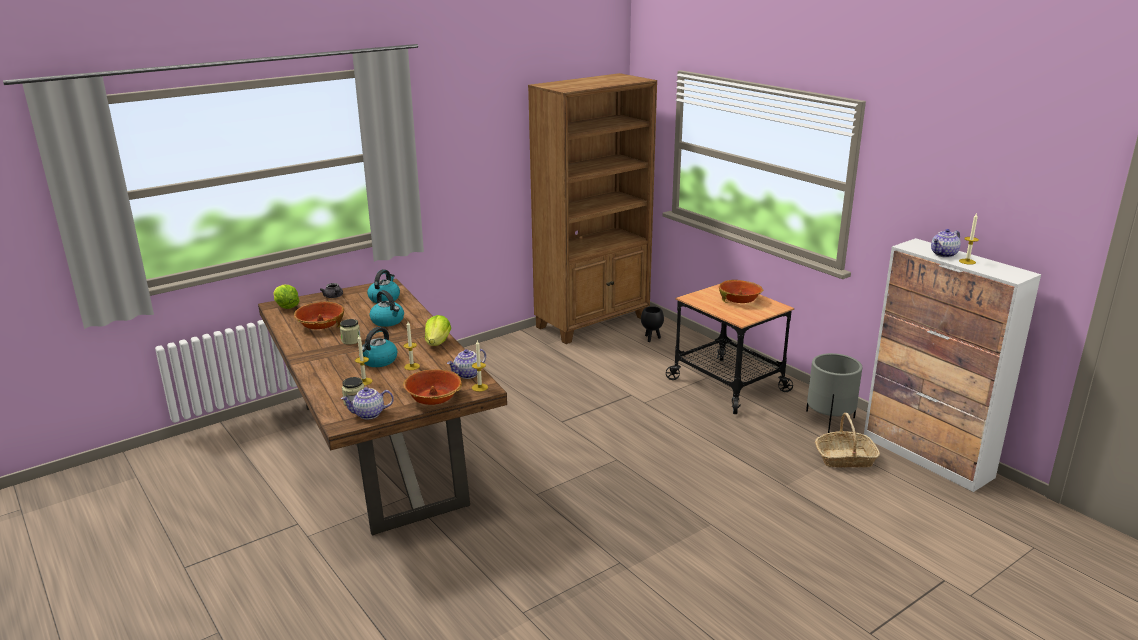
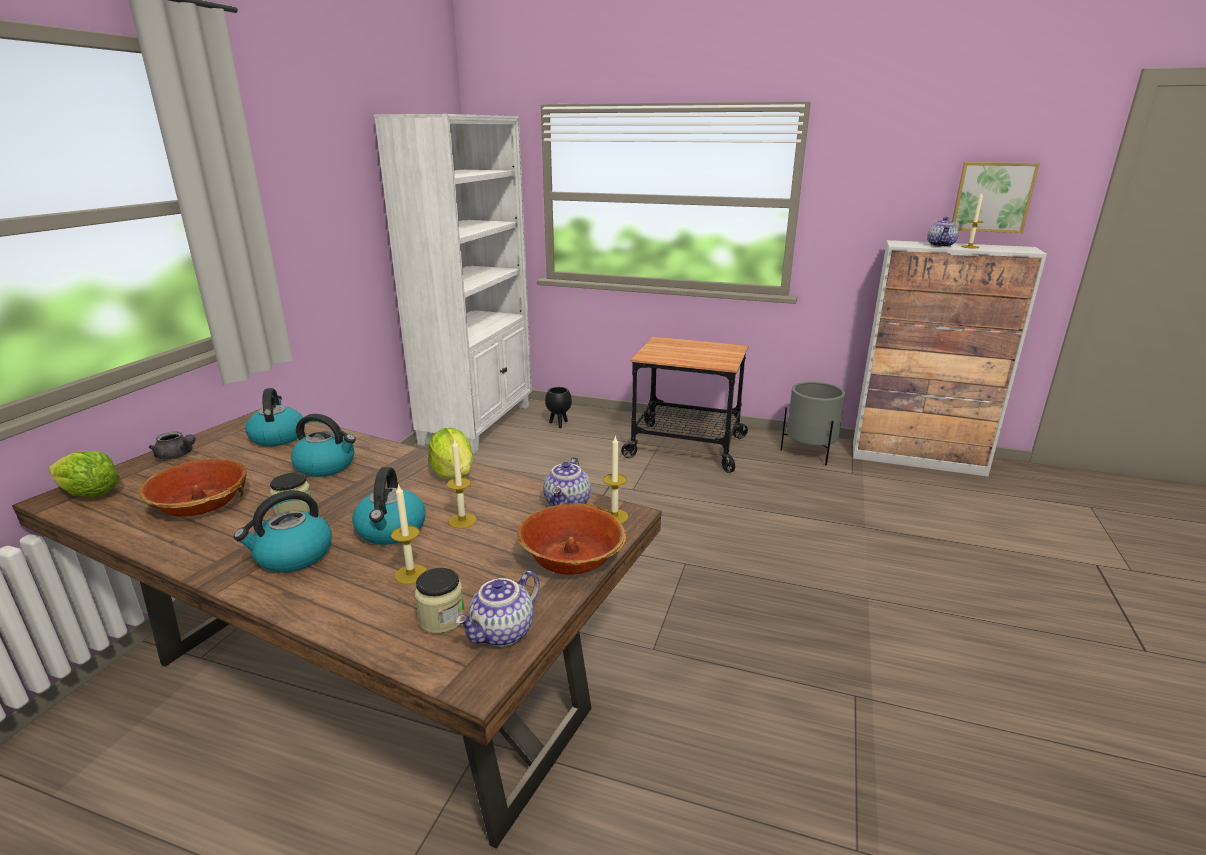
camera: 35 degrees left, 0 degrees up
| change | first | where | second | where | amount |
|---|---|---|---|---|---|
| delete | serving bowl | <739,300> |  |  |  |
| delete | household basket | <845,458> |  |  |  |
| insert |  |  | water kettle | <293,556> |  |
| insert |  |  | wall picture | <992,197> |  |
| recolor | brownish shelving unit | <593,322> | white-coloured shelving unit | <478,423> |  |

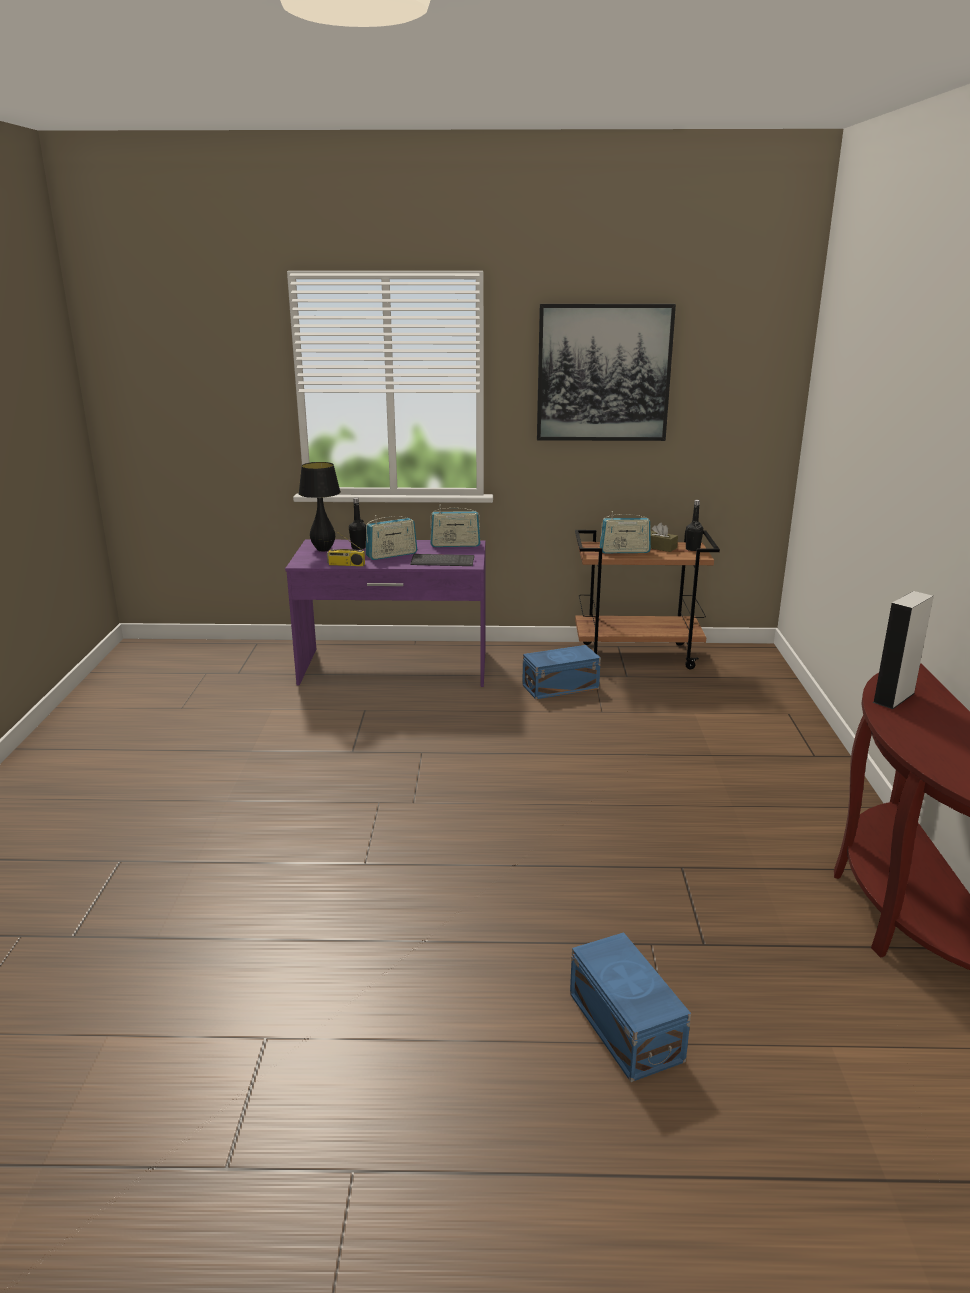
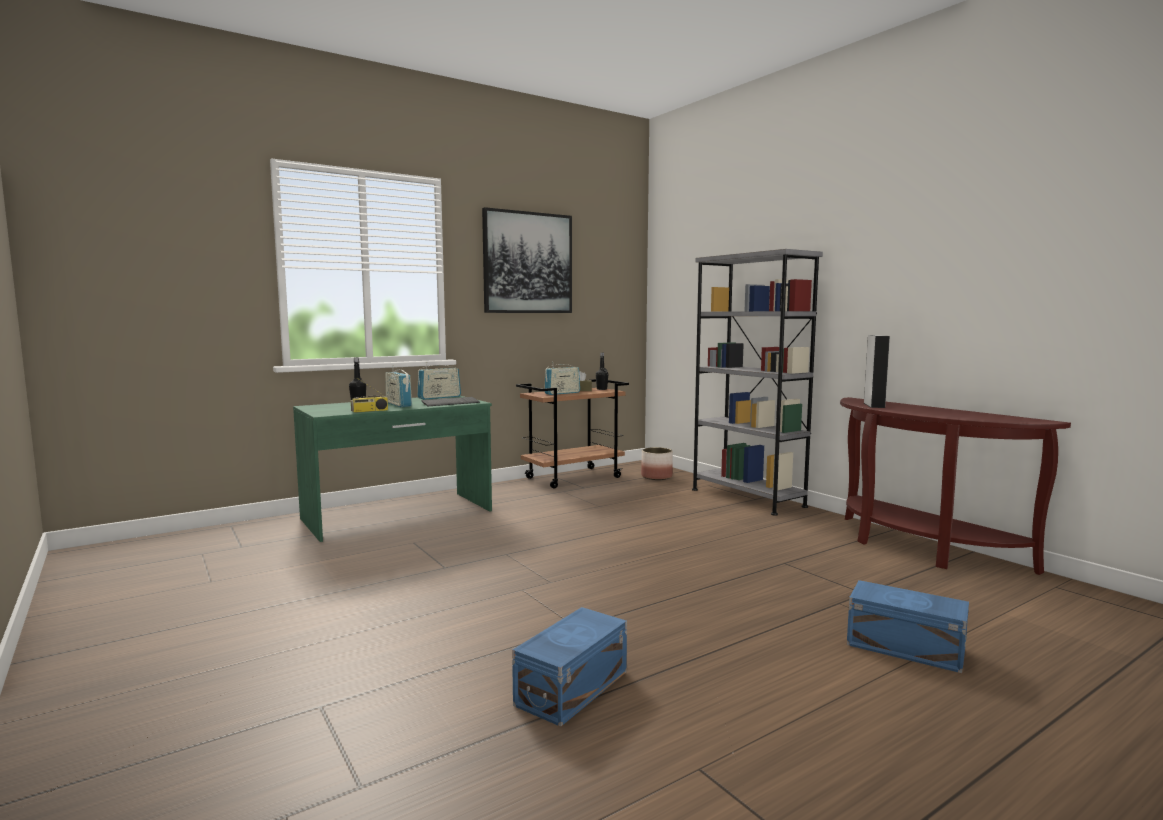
camera: 35 degrees left, 15 degrees down
| change | first | where | second | where | amount |
|---|---|---|---|---|---|
| delete | black table lamp | <323,550> |  |  |  |
| insert |  |  | planter | <657,477> |  |
| insert |  |  | grey shelving unit | <747,498> |  |
| move | blue storage bin | <559,686> |  | <569,688> |  |
| recolor | purple-coloured desk | <394,668> | green desk | <398,515> |  |
| rotate | radio receiver | <391,555> |  | <398,404> | 120 degrees clockwise |

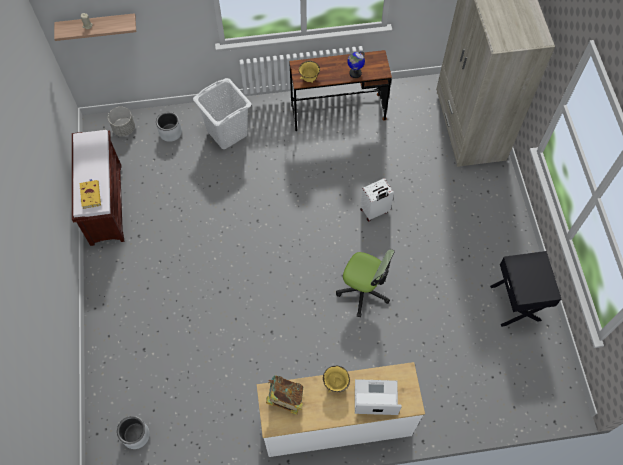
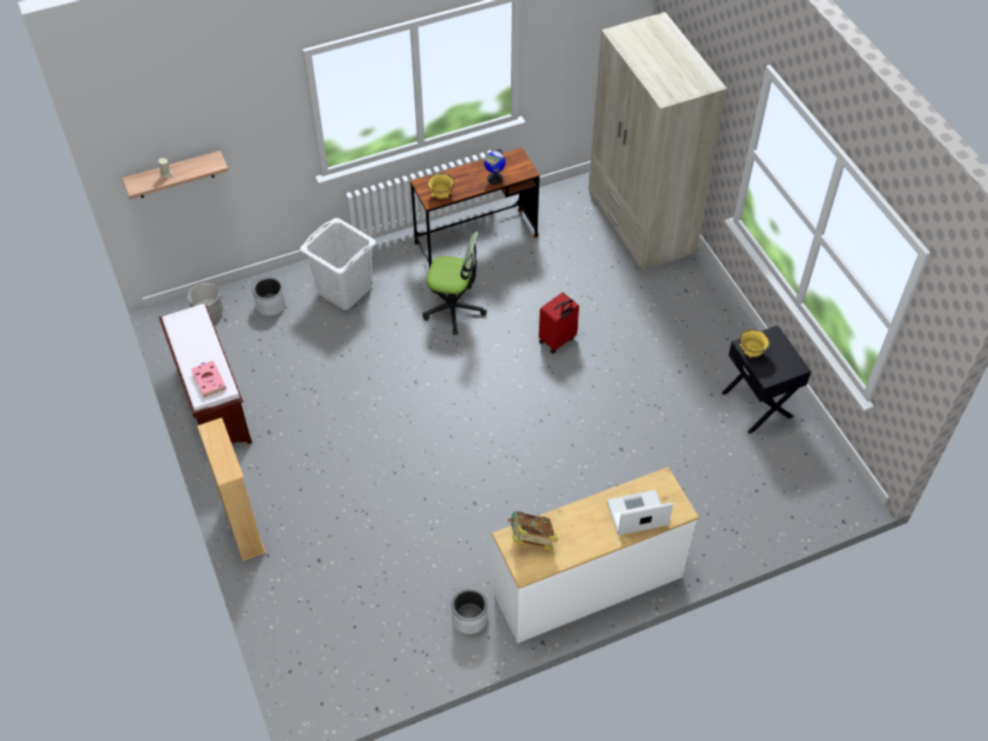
camera: 15 degrees left, 10 degrees down
| change | first | where | second | where | amount |
|---|---|---|---|---|---|
| insert |  |  | beige-coloured shelving unit | <243,528> |  |
| move | grey planter | <135,435> |  | <469,618> |  |
| move | yellowish serving bowl | <335,384> |  | <751,353> |  |
| move | computer chair | <363,290> |  | <454,309> |  |
| recolor | yellowish bound book | <90,194> | pink-coloured bound book | <208,380> |  |
| recolor | white-coloured travel case | <375,211> | red-coloured travel case | <557,340> |  |

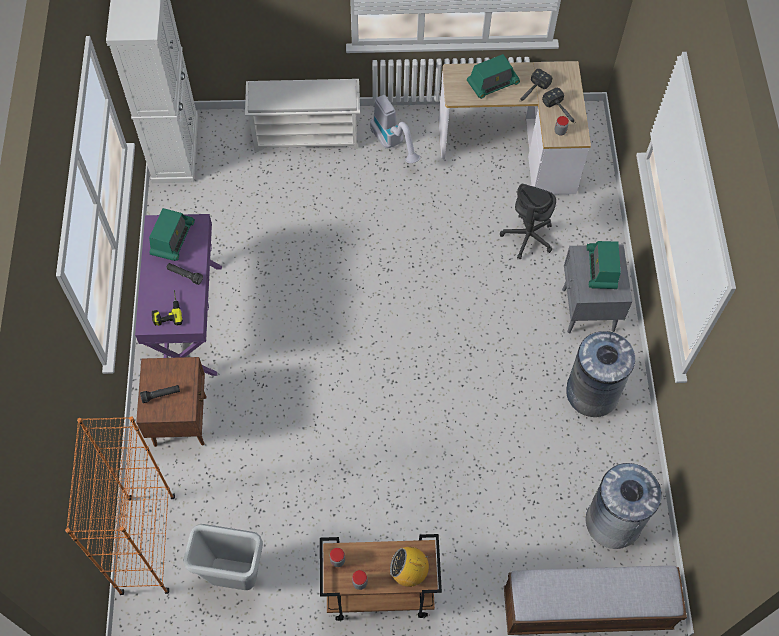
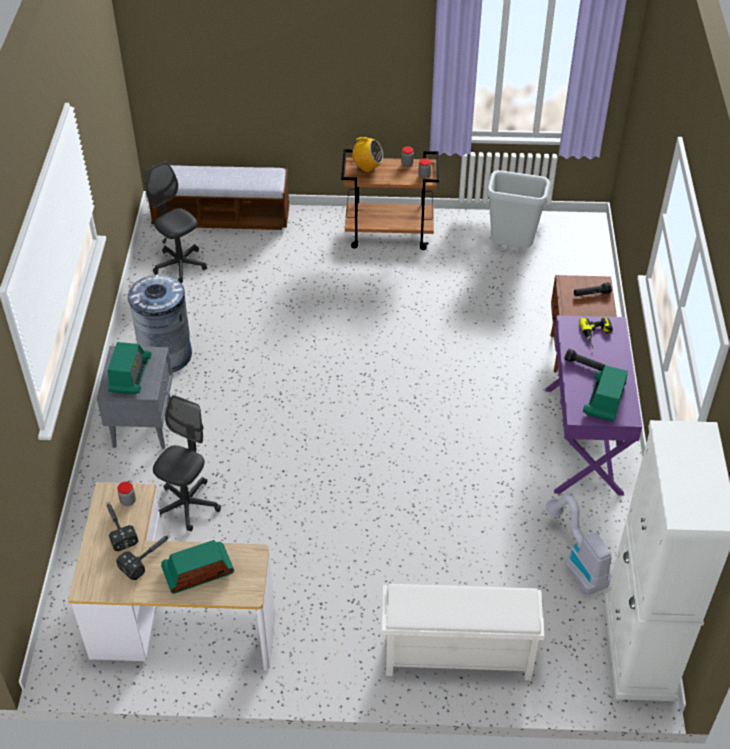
camera: 175 degrees left, 15 degrees down
| change | first | where | second | where | amount |
|---|---|---|---|---|---|
| delete | orangey shelving unit | <148,545> |  |  |  |
| move | hoover | <393,144> |  | <577,562> |  |
| replace | grey waste bin | <613,521> | grey computer chair | <180,265> |  |

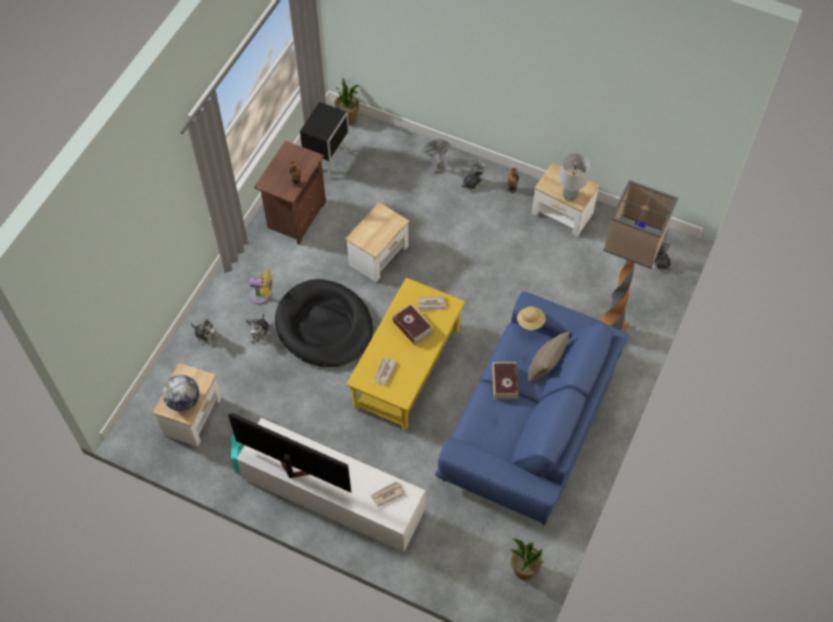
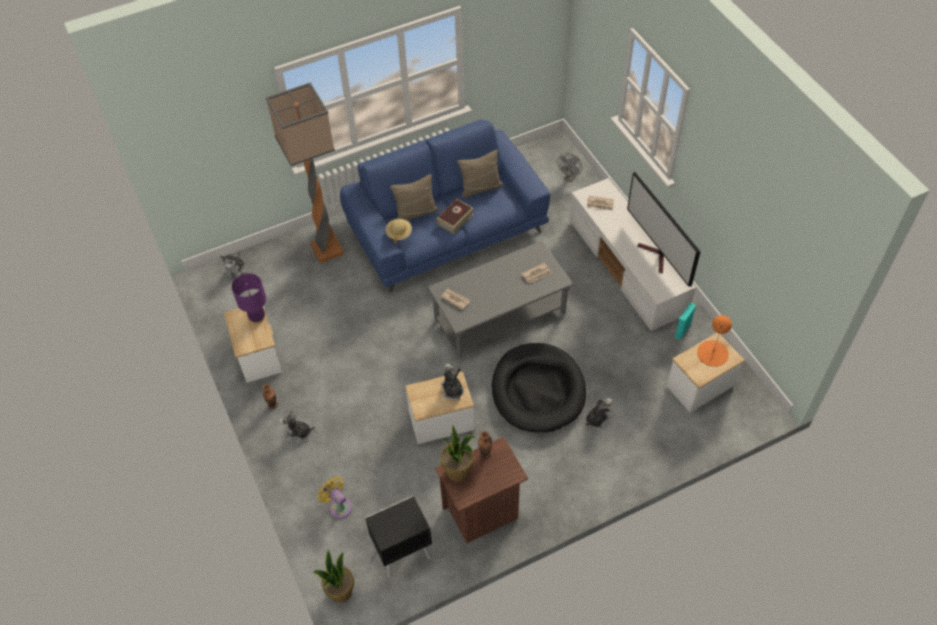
camera: 140 degrees left, 5 degrees down
| change | first | where | second | where | amount |
|---|---|---|---|---|---|
| delete | bound book | <412,327> |  |  |  |
| insert |  |  | beige-coloured cushion | <480,188> |  |
| move | cuddly toy | <207,336> |  | <452,390> |  |
| move | yellowish fan | <262,296> |  | <339,506> |  |
| move | grey fan | <436,164> |  | <570,177> |  |
| move | houseplant | <524,570> |  | <458,471> |  |
| replace | desk globe | <183,401> | orangey table lamp | <713,353> |  |
| recolor | yellowish lounge table | <407,368> | grey lounge table | <500,316> |  |
| recolor | grey table lamp | <569,196> | purple-coloured table lamp | <257,318> |  |

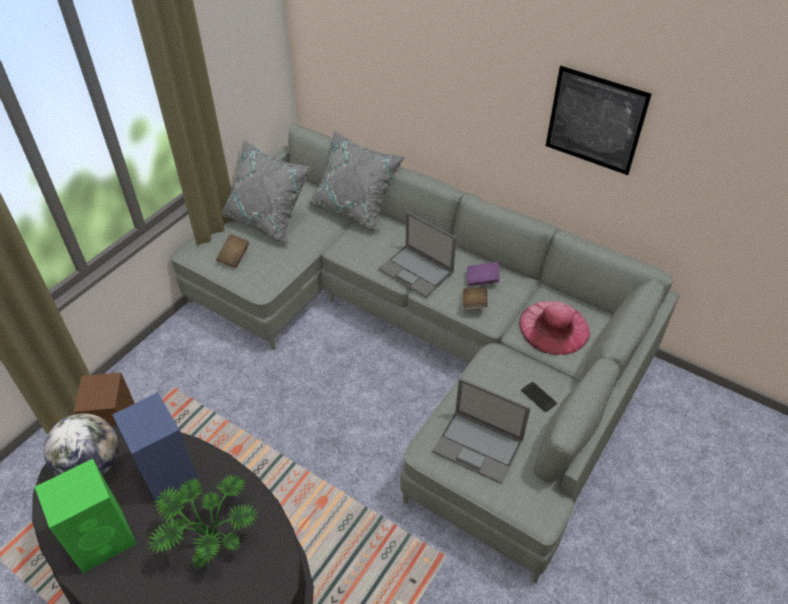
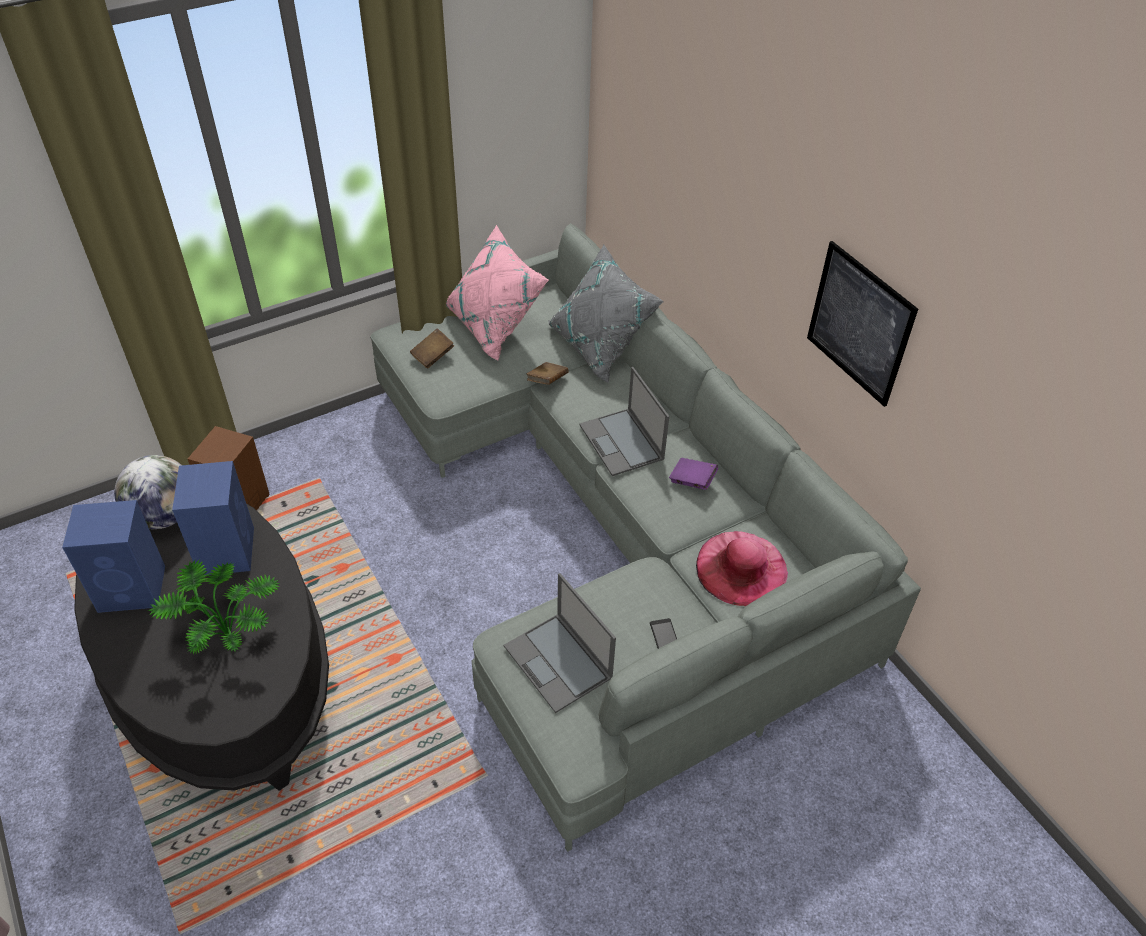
camera: 25 degrees right, 0 degrees up
| change | first | where | second | where | amount |
|---|---|---|---|---|---|
| move | brownish bound book | <474,304> |  | <547,381> |  |
| recolor | green speaker | <103,538> | blue speaker | <134,588> |  |
| recolor | grey cushion | <267,219> | pink-coloured cushion | <495,326> |  |

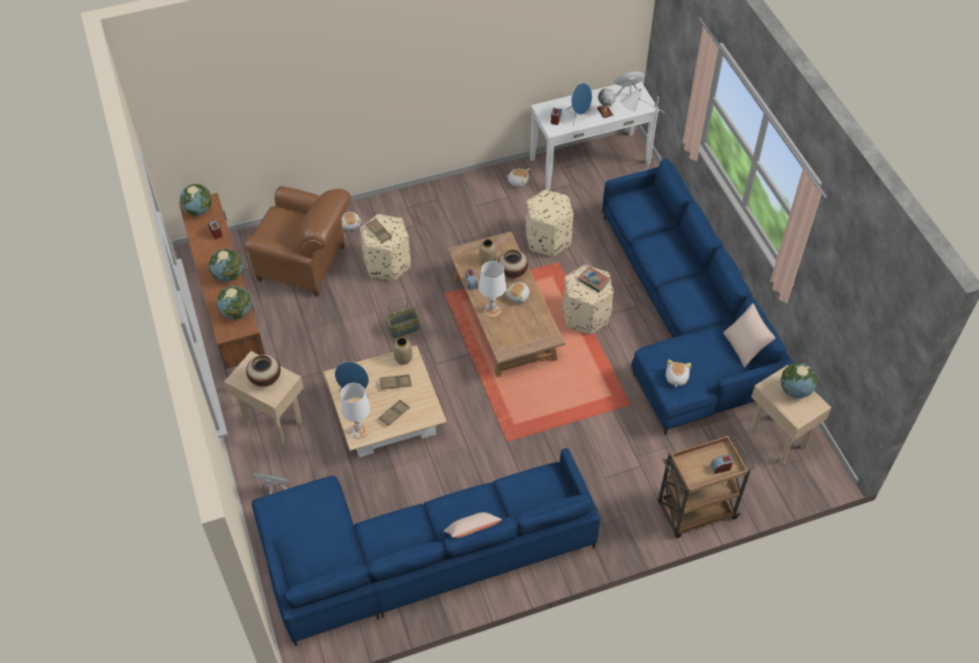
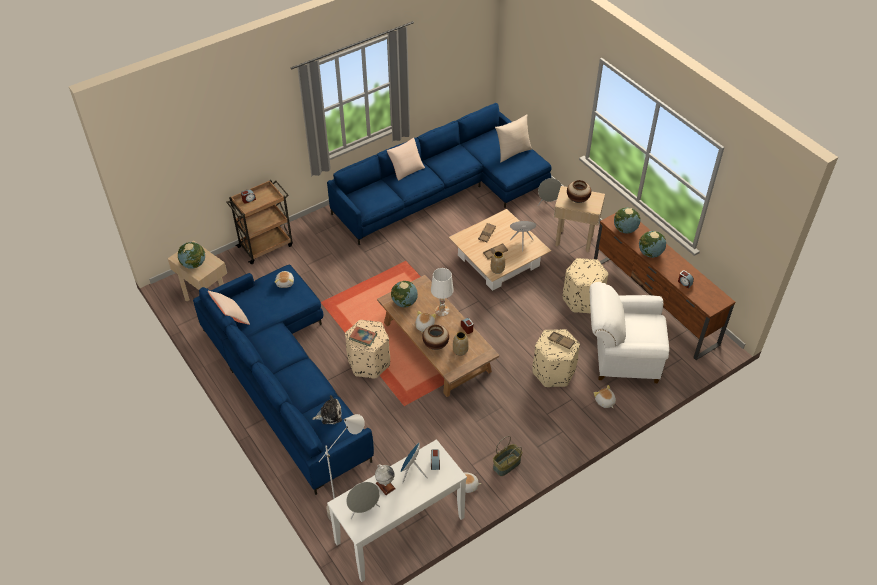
camera: 165 degrees right, 5 degrees down
| change | first | where | second | where | amount |
|---|---|---|---|---|---|
| delete | white-coloured table lamp | <358,430> |  |  |  |
| insert |  |  | cuddly toy | <329,414> |  |
| insert |  |  | beige-coloured cushion | <512,152> |  |
| move | desk globe | <198,210> |  | <404,303> |  |
| move | household basket | <404,328> |  | <506,465> |  |
| move | beige-coloured pouffe | <547,239> |  | <582,300> |  |
| recolor | brownish armchair | <306,264> | white-coloured armchair | <621,357> |  |

